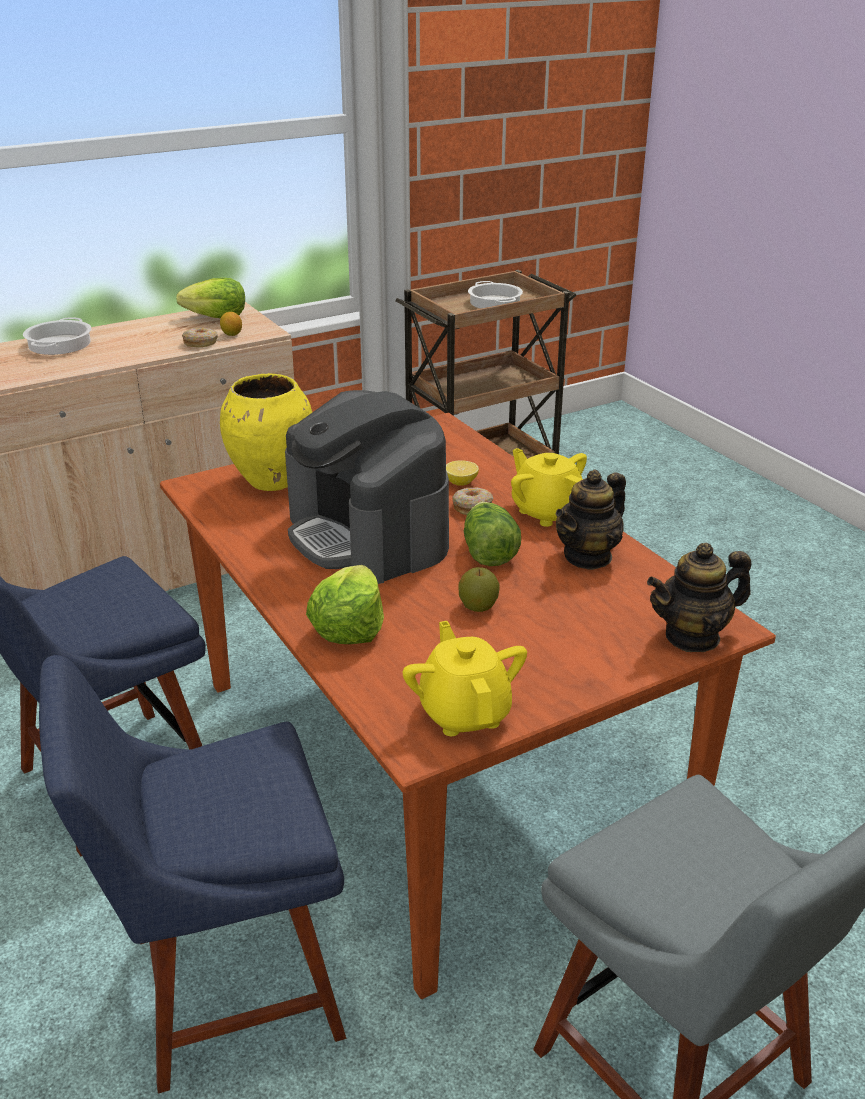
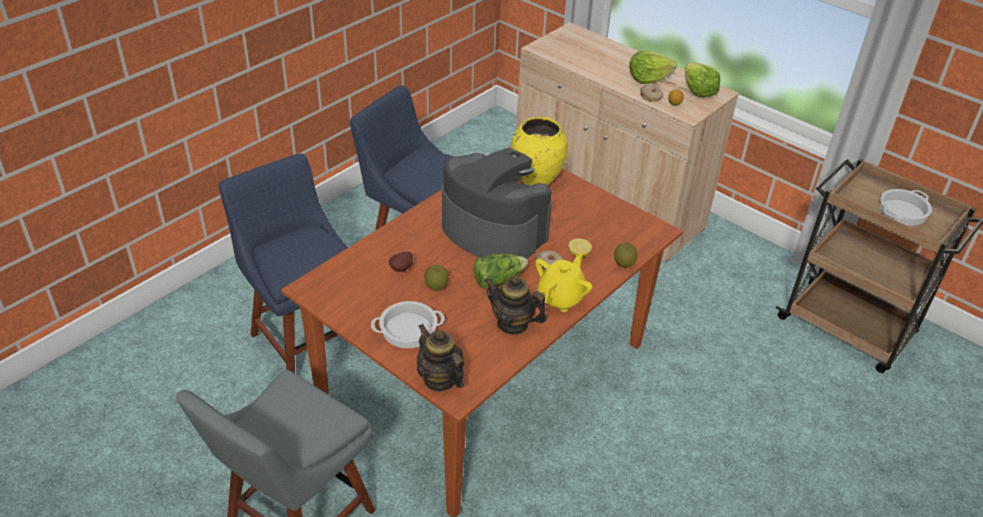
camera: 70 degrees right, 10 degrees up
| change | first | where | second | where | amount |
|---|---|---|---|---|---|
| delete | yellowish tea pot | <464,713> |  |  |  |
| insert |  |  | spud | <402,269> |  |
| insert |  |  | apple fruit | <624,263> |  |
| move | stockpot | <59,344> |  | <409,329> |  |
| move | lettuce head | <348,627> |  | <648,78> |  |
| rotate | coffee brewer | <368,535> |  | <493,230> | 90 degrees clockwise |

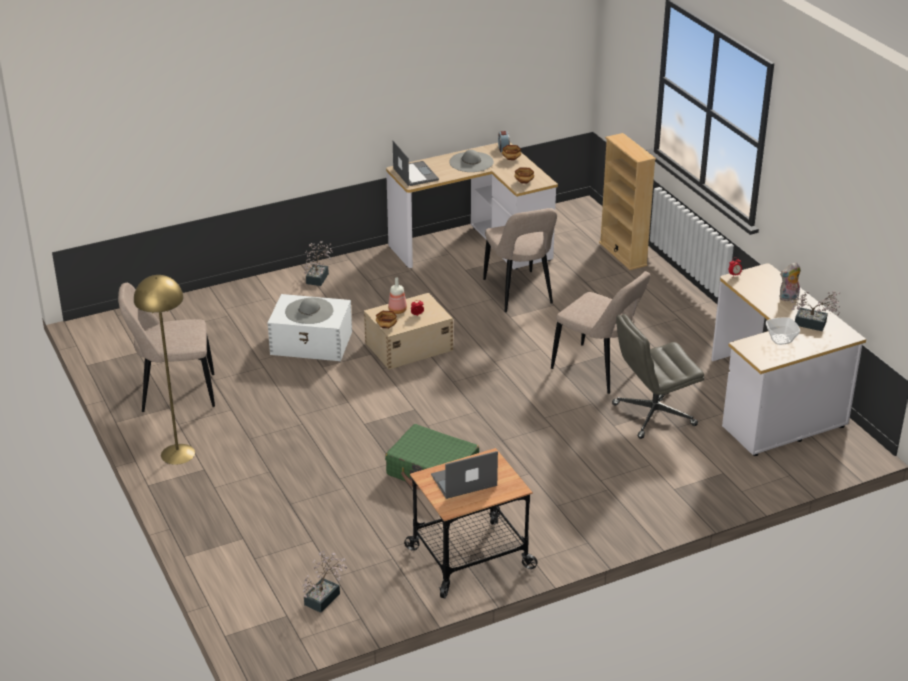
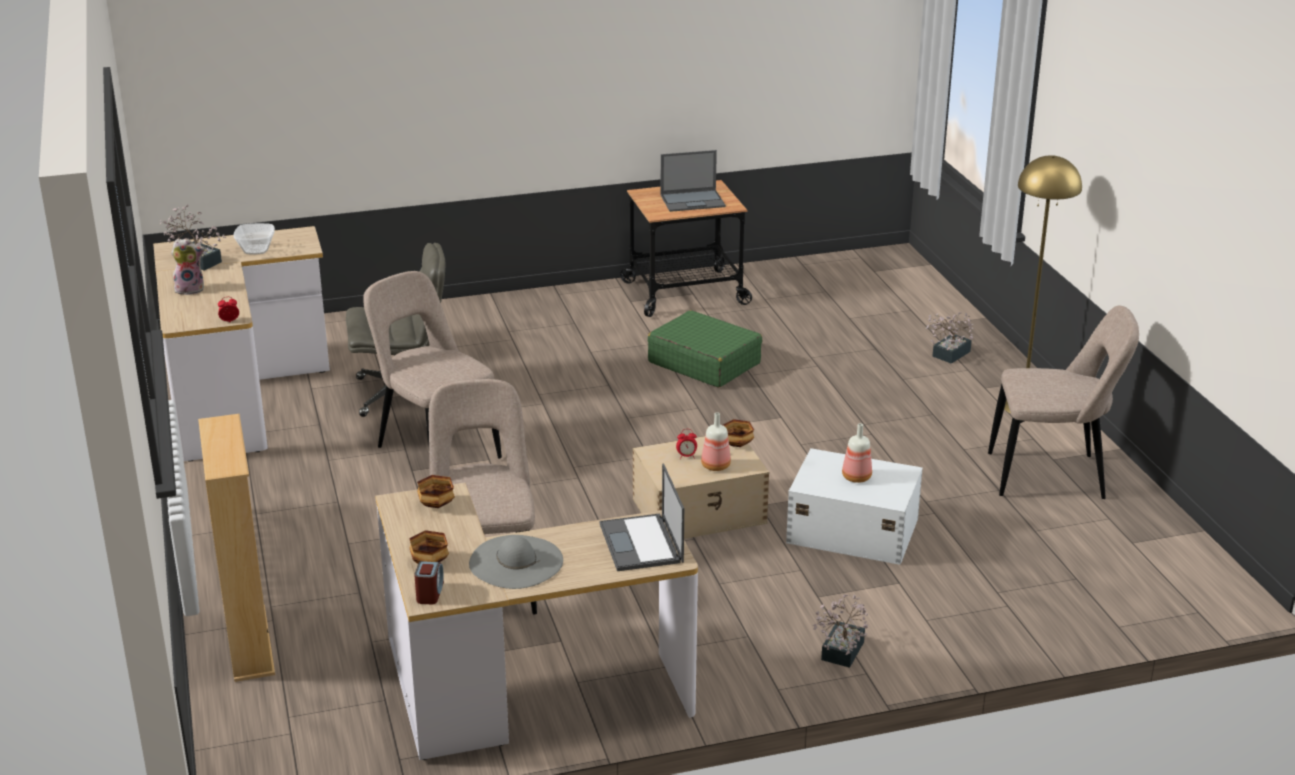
camera: 170 degrees left, 5 degrees down
| change | first | where | second | where | amount |
|---|---|---|---|---|---|
| move | houseplant | <325,597> |  | <948,355> |  |
| replace | grey hat | <309,311> | drink bottle | <856,478> |  |

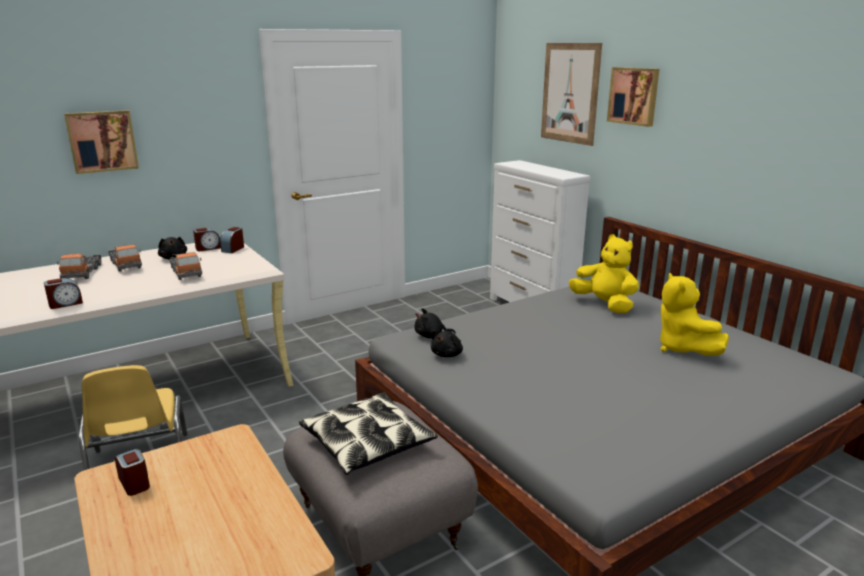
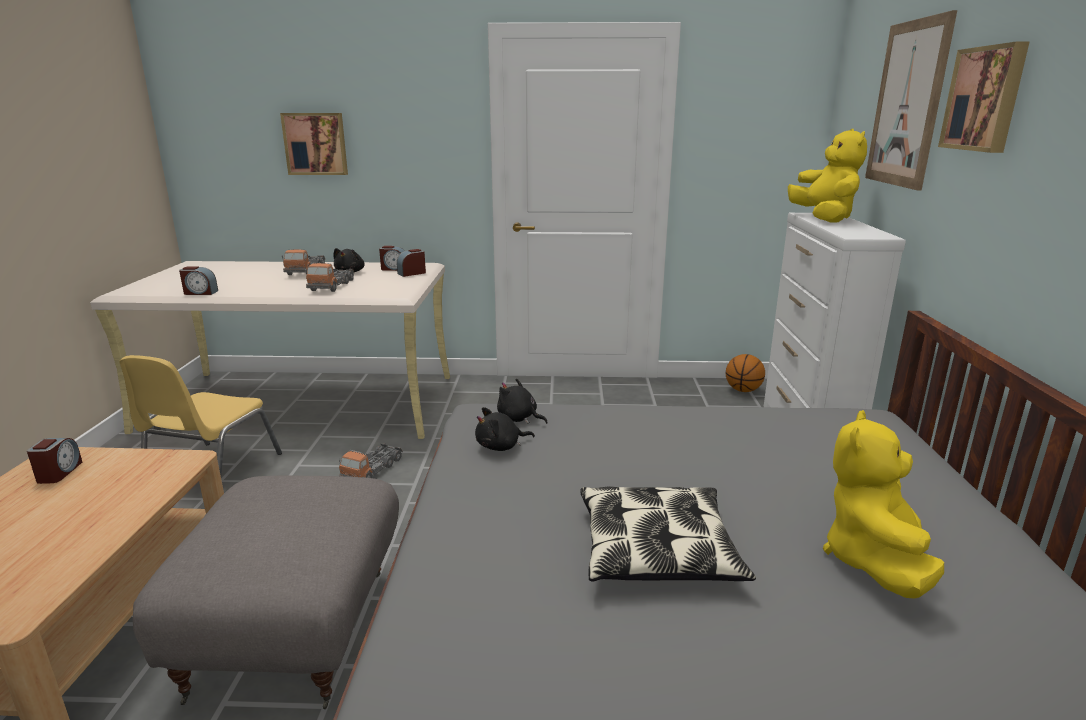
camera: 35 degrees right, 0 degrees up
| change | first | where | second | where | amount |
|---|---|---|---|---|---|
| insert |  |  | ball for basketball | <743,390> |  |
| move | toy lorry | <82,273> |  | <372,470> |  |
| move | cushion | <367,443> |  | <657,549> |  |
| move | yellowish cuddly toy | <604,305> |  | <823,218> |  |

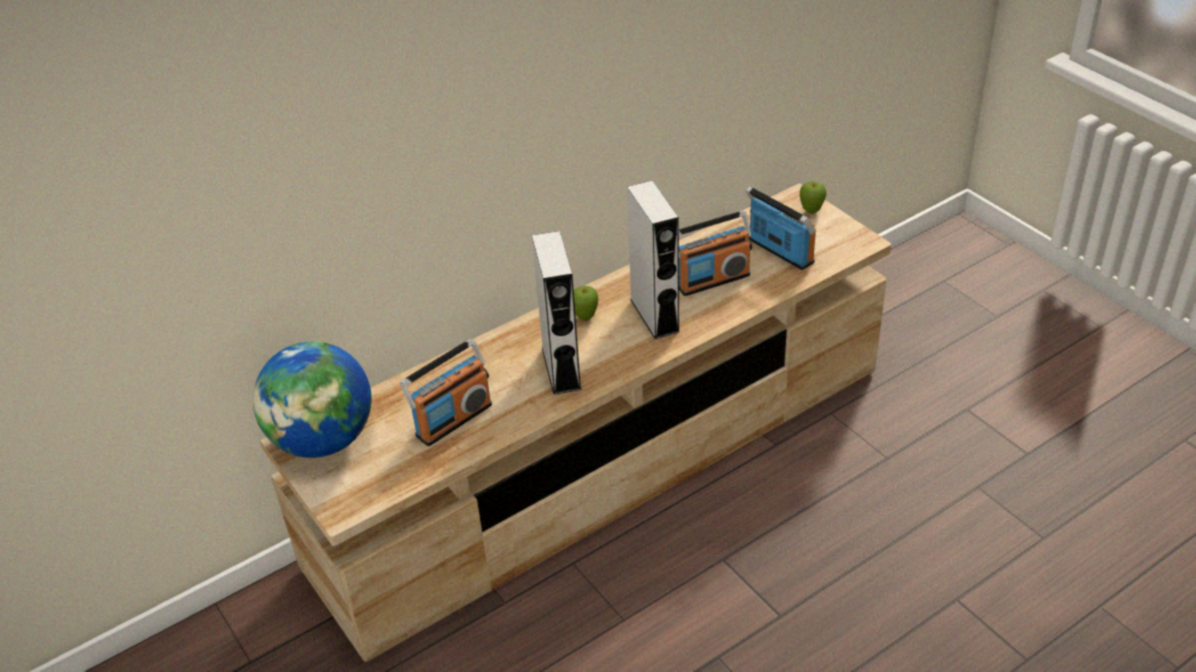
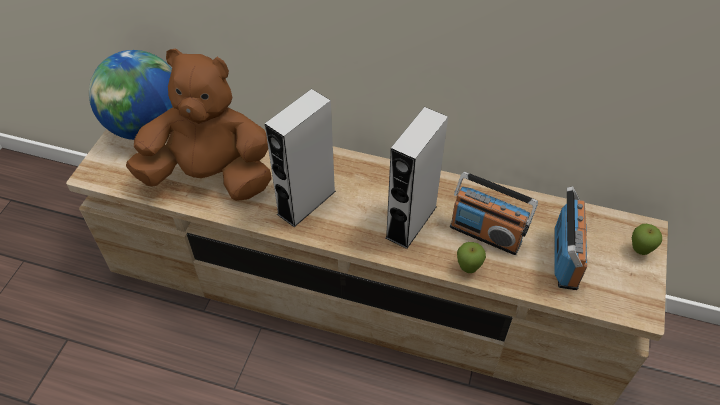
camera: 50 degrees right, 10 degrees up
| change | first | where | second | where | amount |
|---|---|---|---|---|---|
| move | apple fruit | <585,318> |  | <468,269> |  |
| replace | radio receiver | <453,419> | brownish cuddly toy | <210,176> |  |

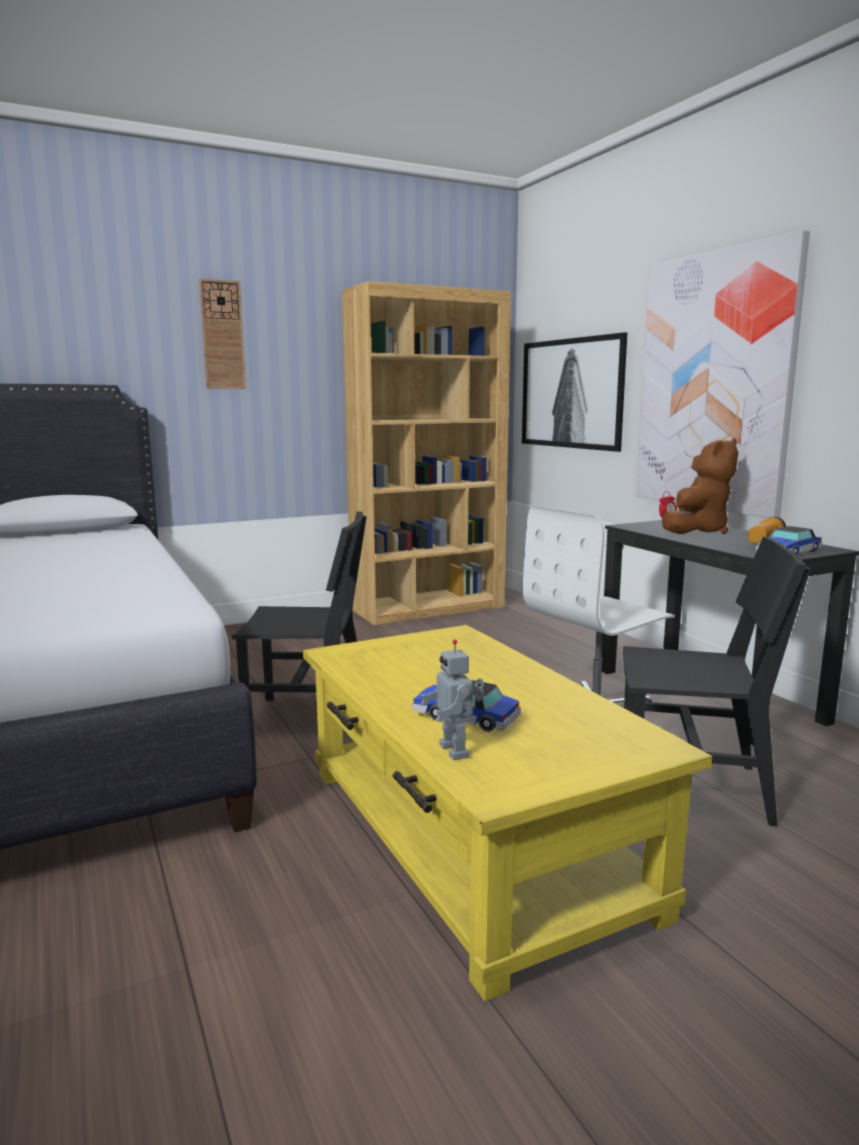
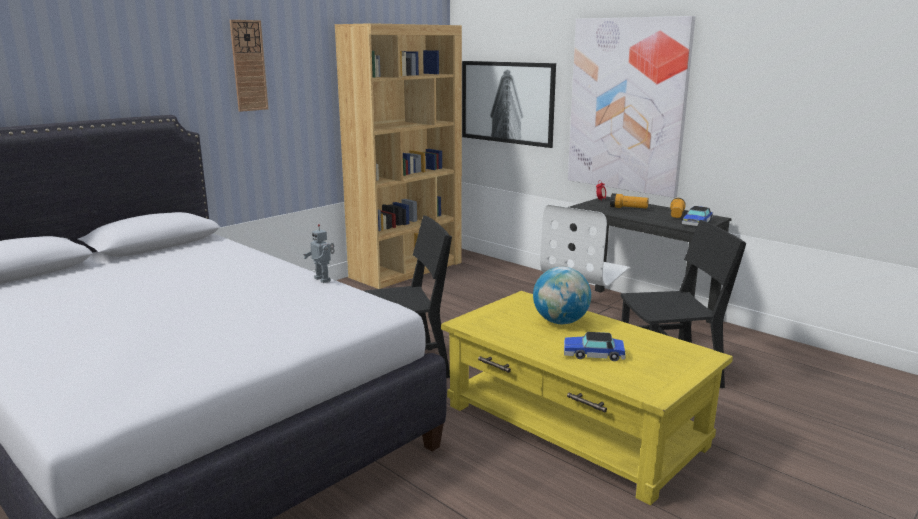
camera: 20 degrees left, 5 degrees up
| change | first | where | second | where | amount |
|---|---|---|---|---|---|
| insert |  |  | desk globe | <560,322> |  |
| move | toy robot | <456,751> |  | <323,279> |  |
| replace | brownish cuddly toy | <696,531> | hand torch | <628,208> |  |

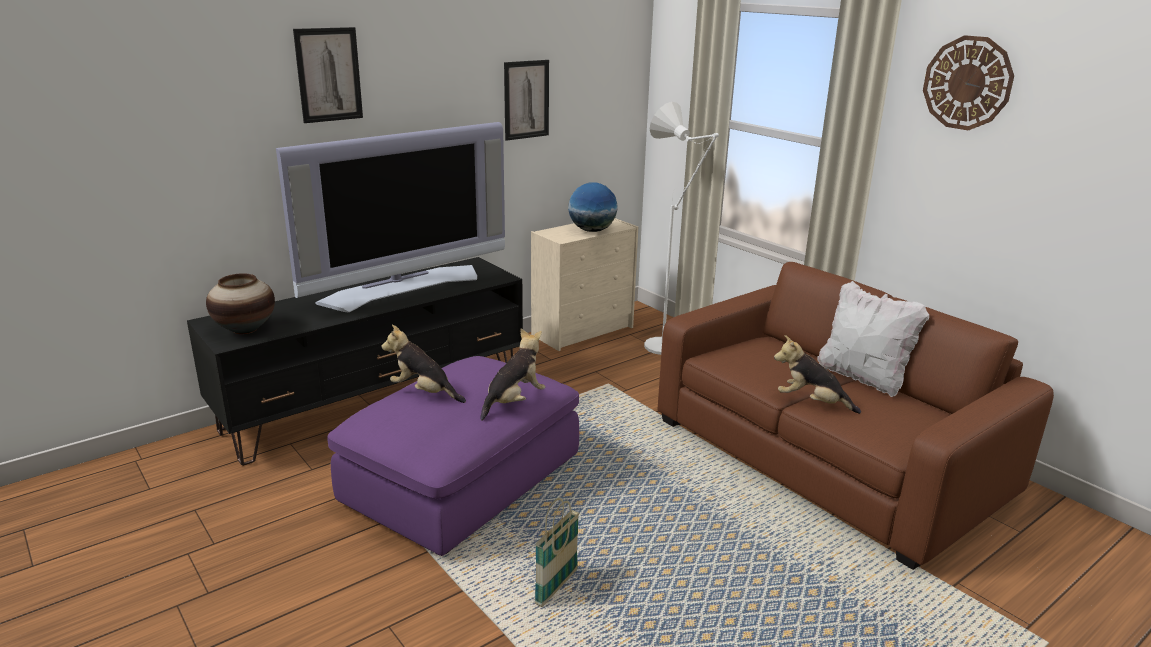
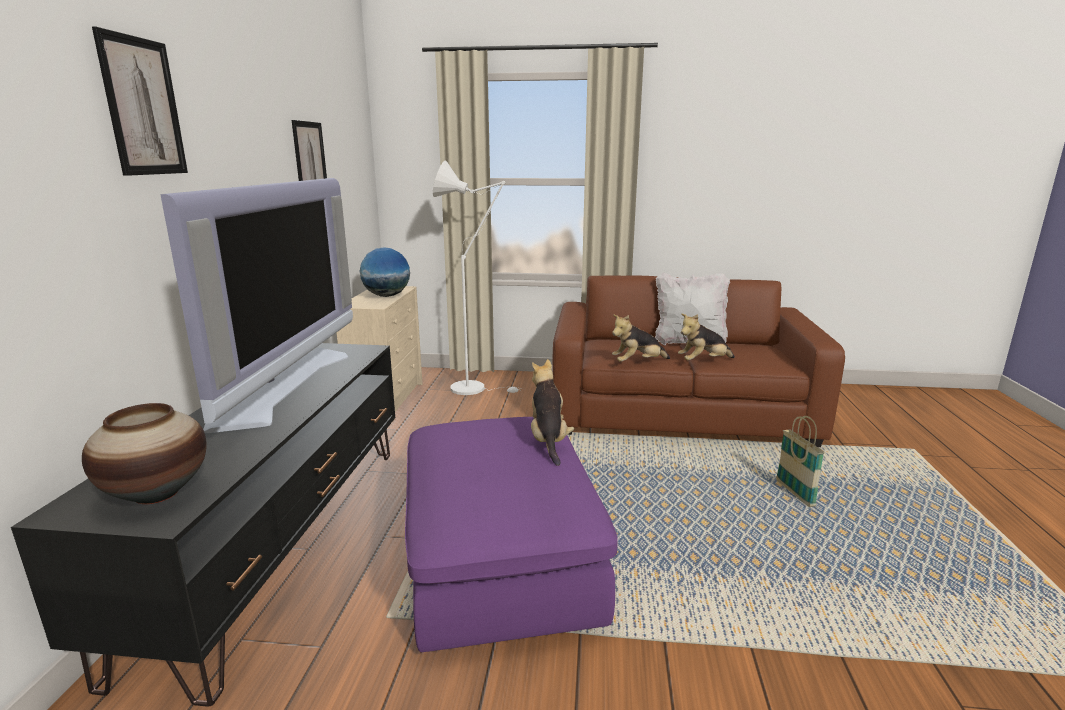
camera: 45 degrees left, 5 degrees down
| change | first | where | second | where | amount |
|---|---|---|---|---|---|
| delete | wall clock | <967,83> |  |  |  |
| move | cuddly toy | <424,392> |  | <638,363> |  |
| move | household basket | <556,587> |  | <794,494> |  |

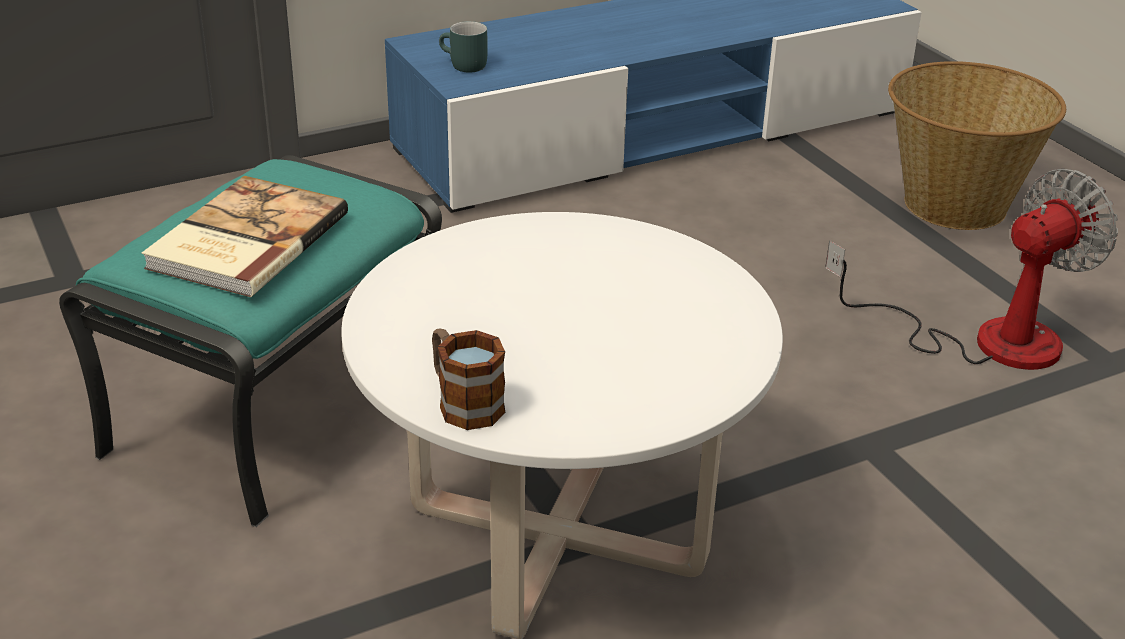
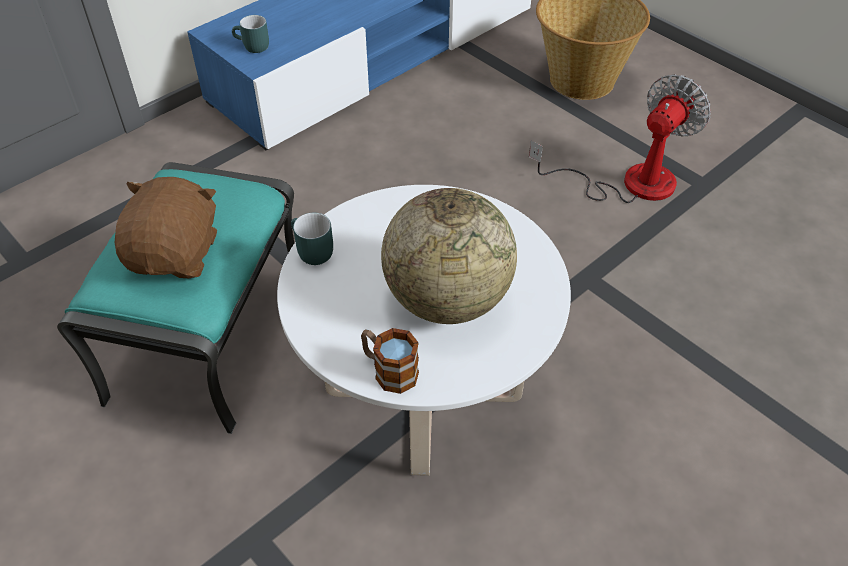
camera: 15 degrees left, 15 degrees up
| change | first | where | second | where | amount |
|---|---|---|---|---|---|
| insert |  |  | turquoise tea mug | <310,252> |  |
| insert |  |  | desk globe | <447,300> |  |
| replace | bound book | <244,241> | brownish cuddly toy | <176,254> |  |

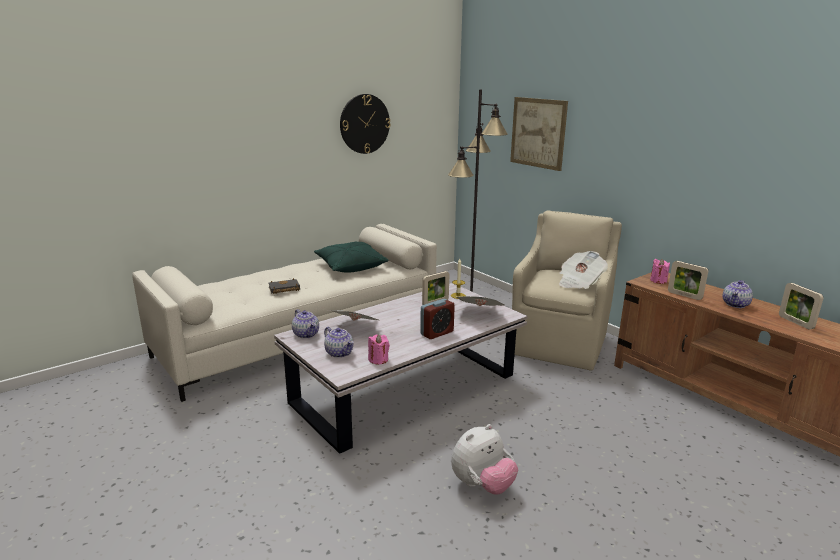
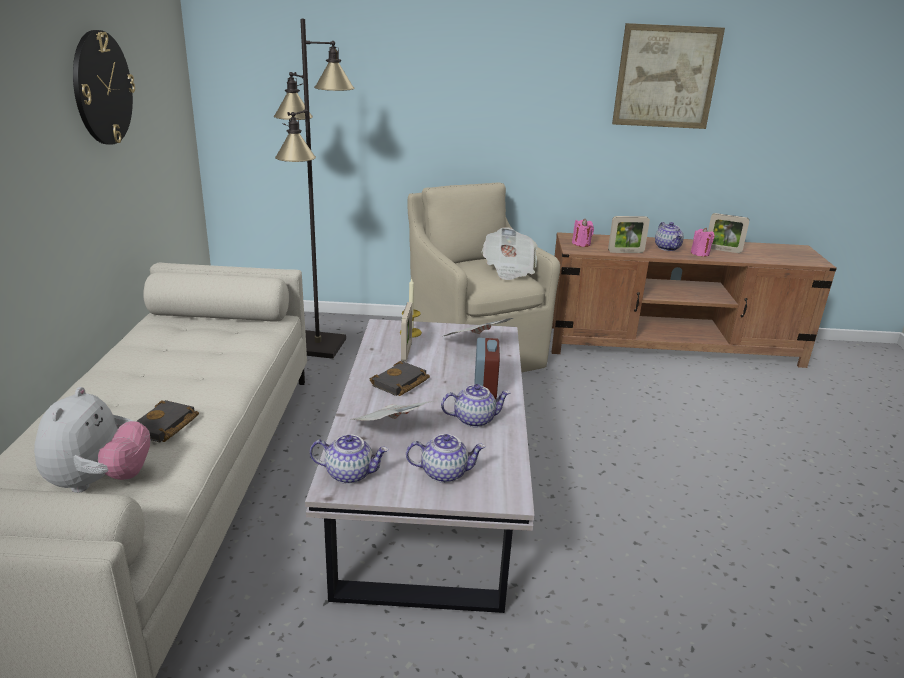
camera: 50 degrees left, 5 degrees up
| change | first | where | second | where | amount |
|---|---|---|---|---|---|
| delete | green cushion | <350,267> |  |  |  |
| insert |  |  | black bound book | <400,384> |  |
| insert |  |  | tea pot | <474,419> |  |
| move | pink-coloured candle | <378,359> |  | <700,253> |  |
| move | cuddly toy | <482,485> |  | <99,482> |  |
| move | wall picture | <538,133> |  | <666,77> |  |

